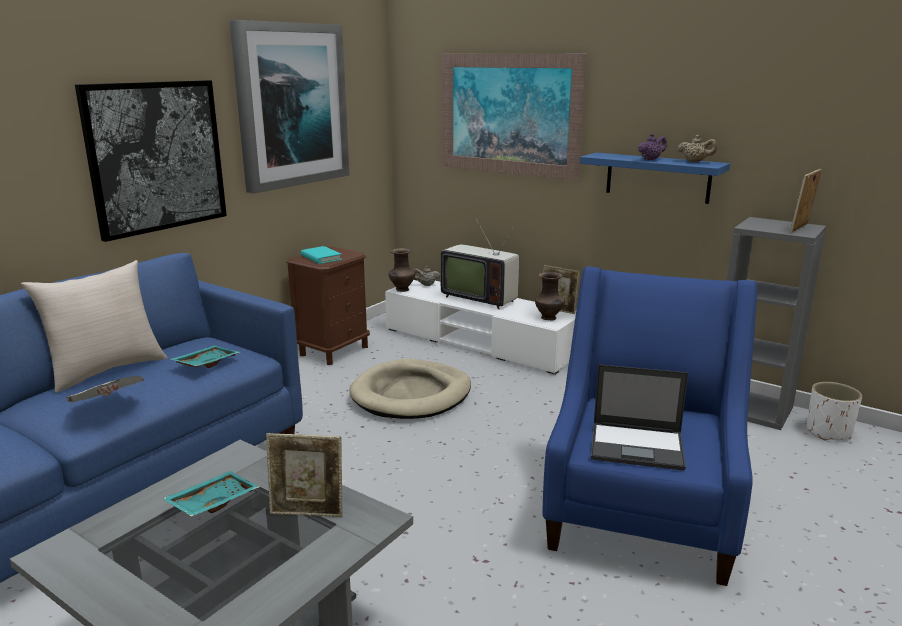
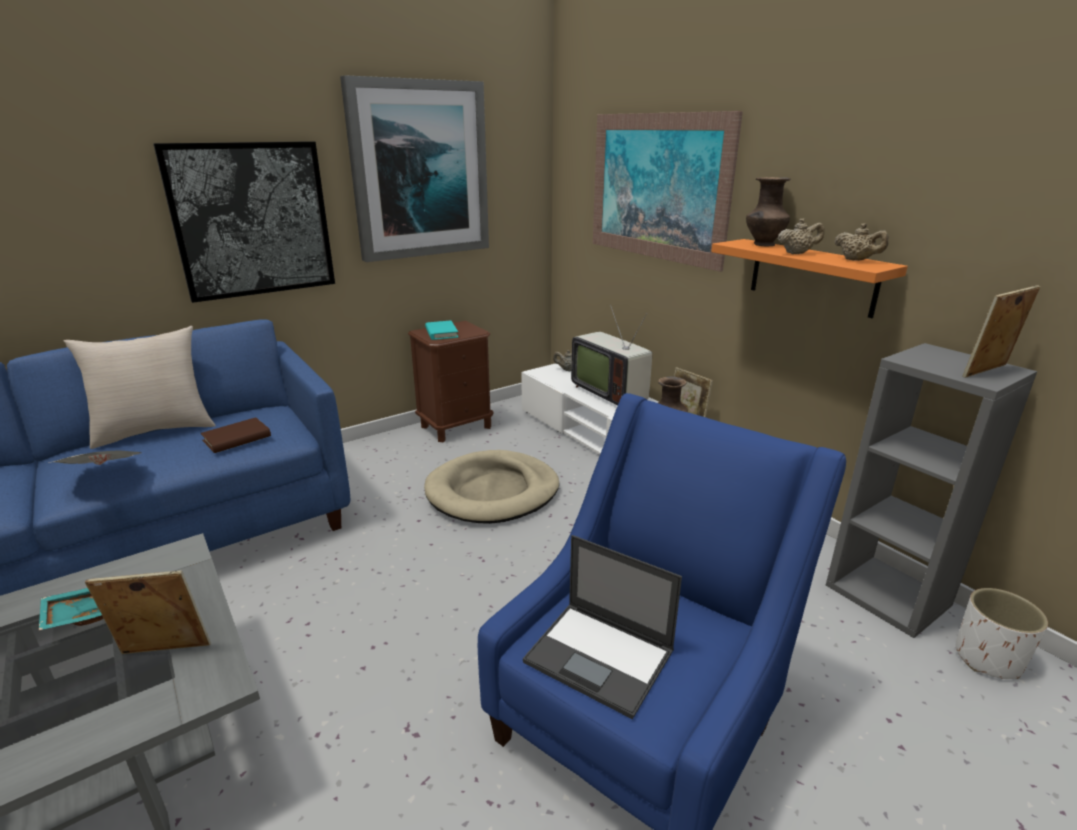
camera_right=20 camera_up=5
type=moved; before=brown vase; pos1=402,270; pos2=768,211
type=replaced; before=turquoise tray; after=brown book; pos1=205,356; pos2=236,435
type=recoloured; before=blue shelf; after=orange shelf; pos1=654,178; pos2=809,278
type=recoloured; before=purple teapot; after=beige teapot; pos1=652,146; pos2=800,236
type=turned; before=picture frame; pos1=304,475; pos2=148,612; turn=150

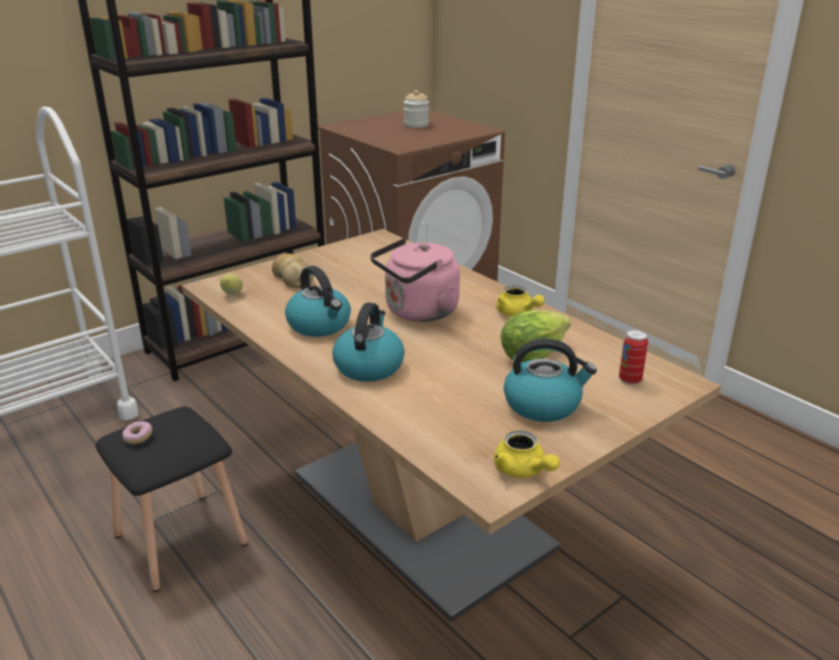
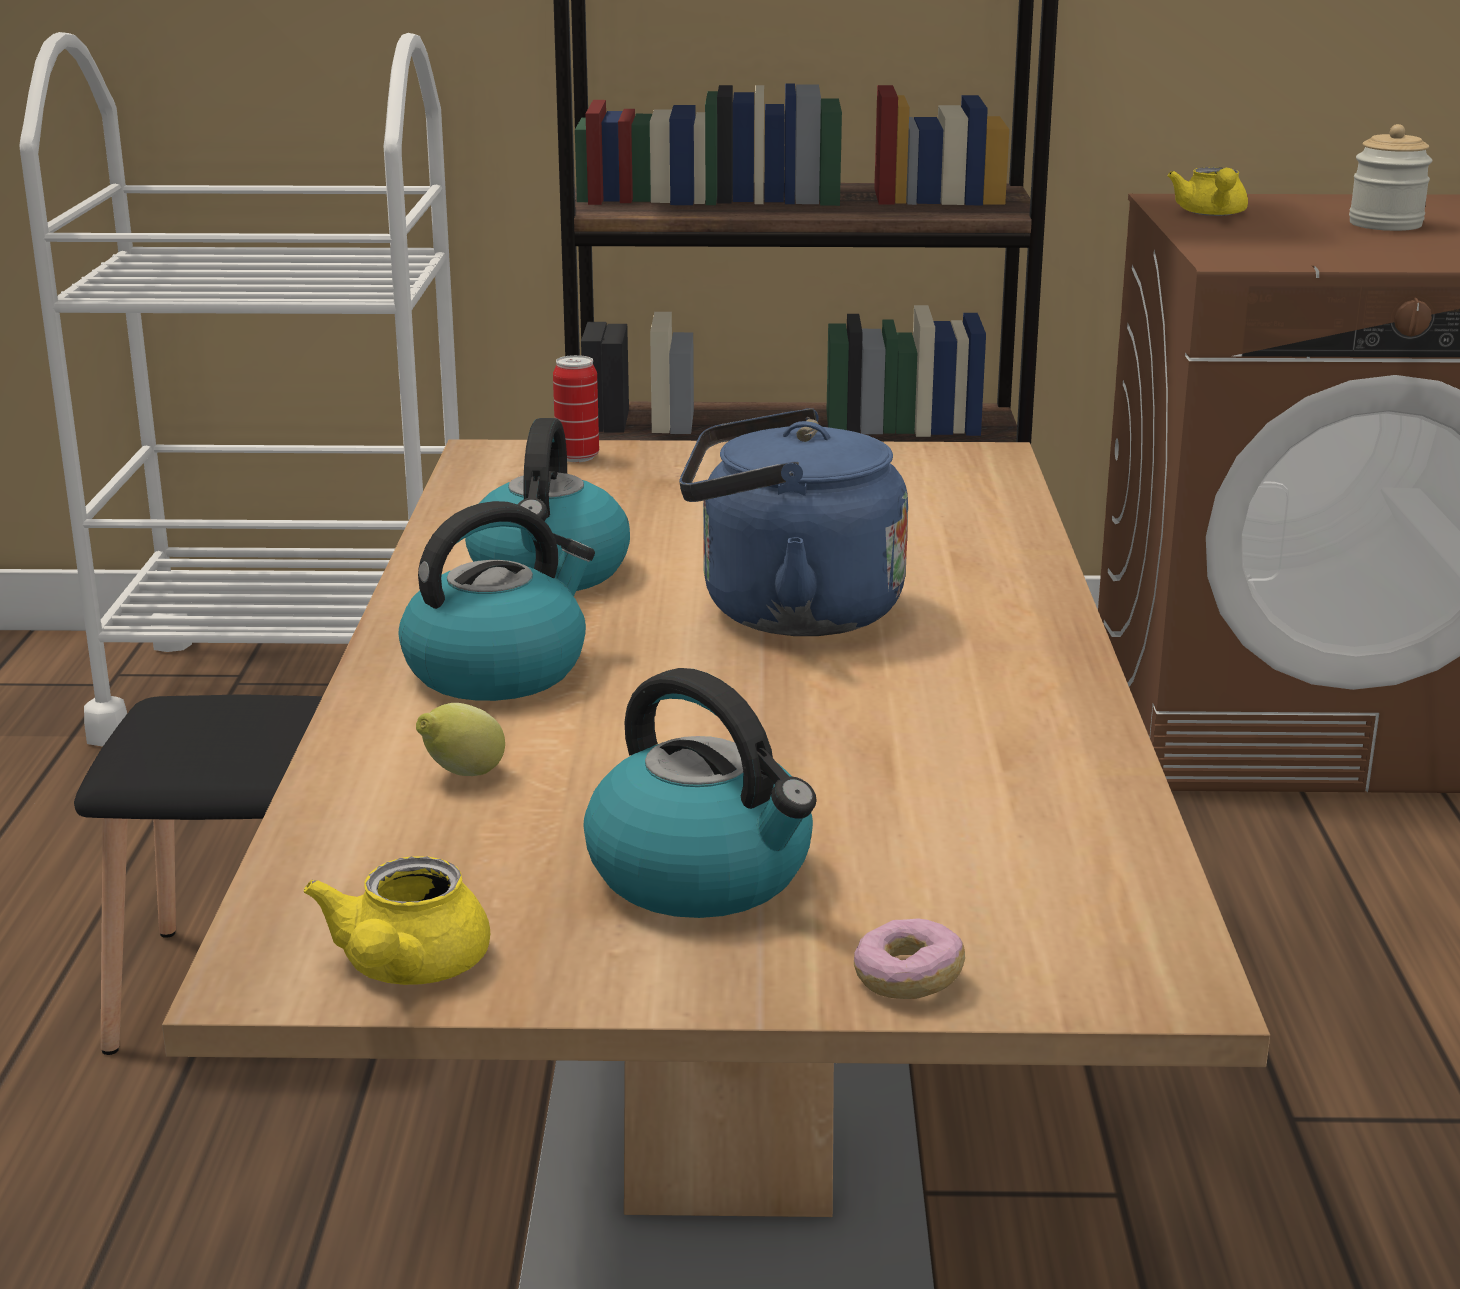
camera_right=40 camera_up=-5
type=removed; before=bread; pos1=293,271
type=removed; before=lettuce; pos1=535,336
type=moved; before=donut; pos1=137,432; pos2=909,958
type=moved; before=lemon; pos1=231,284; pos2=460,739
type=moved; before=yellow teapot; pos1=520,300; pos2=1207,191
type=moved; before=can; pos1=633,357; pos2=576,408
type=recoloured; before=pink kettle; after=blue kettle; pos1=415,280; pos2=793,522

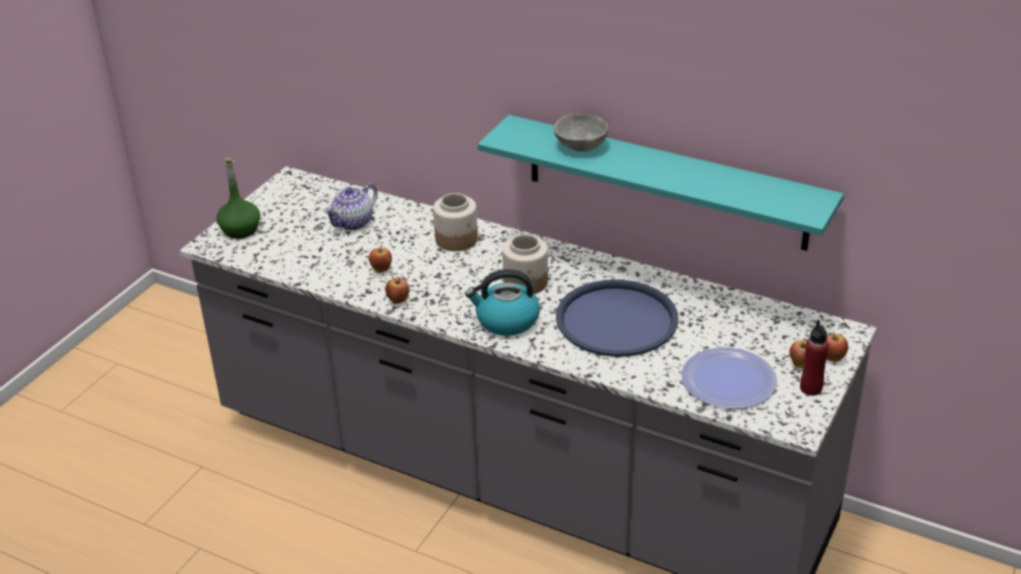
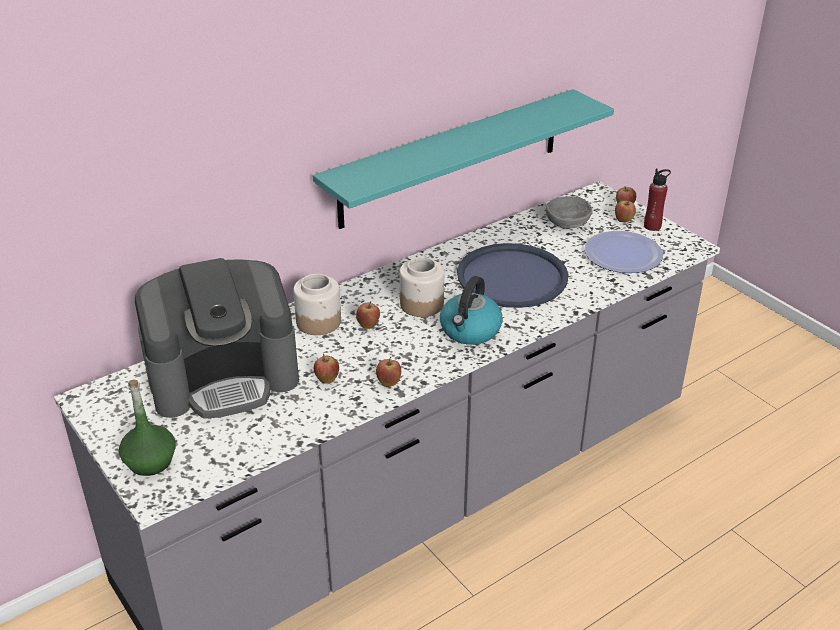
camera_right=-65 camera_up=0
type=added; after=apple; pos2=368,315
type=moved; before=grey bowl; pos1=581,133; pos2=569,212
type=replaced; before=teapot; after=coffee machine; pos1=350,206; pos2=217,338

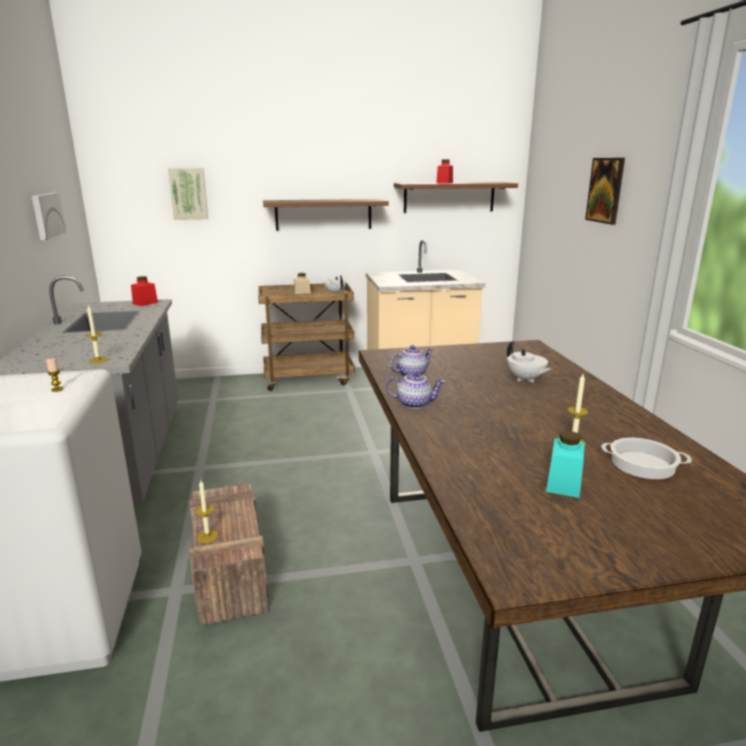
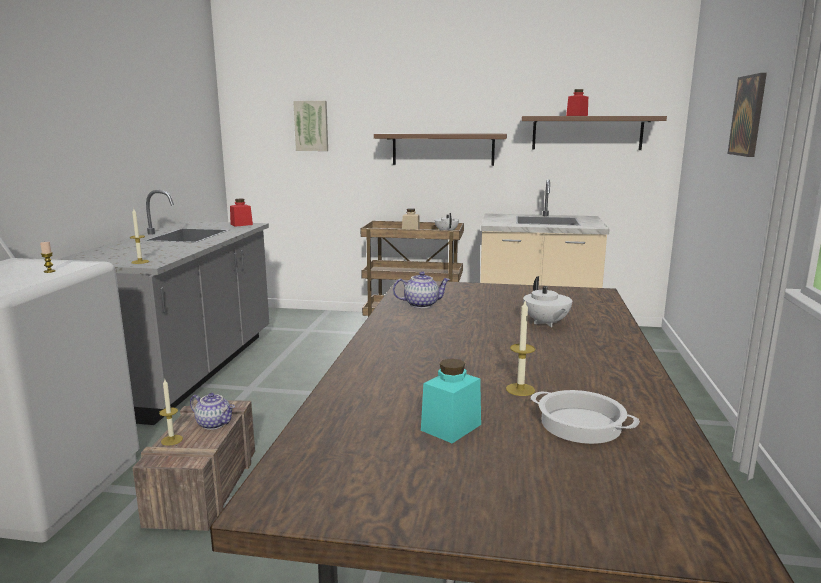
camera_right=20 camera_up=-5
type=removed; before=picture; pos1=49,216
type=moved; before=teapot; pos1=415,390; pos2=212,411

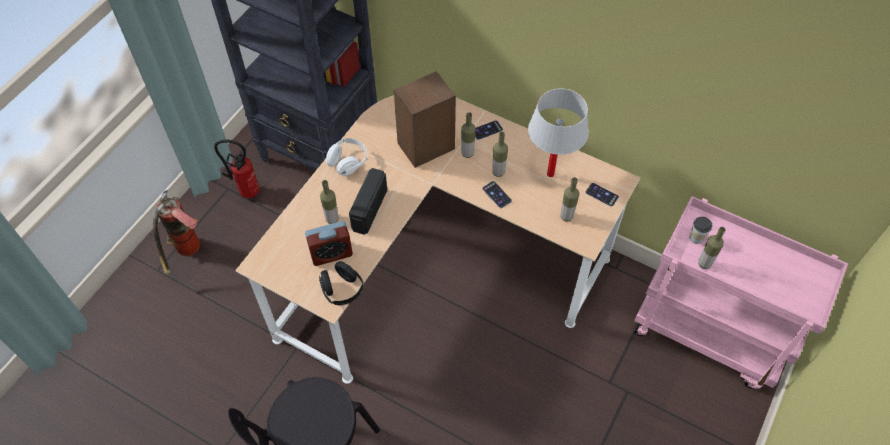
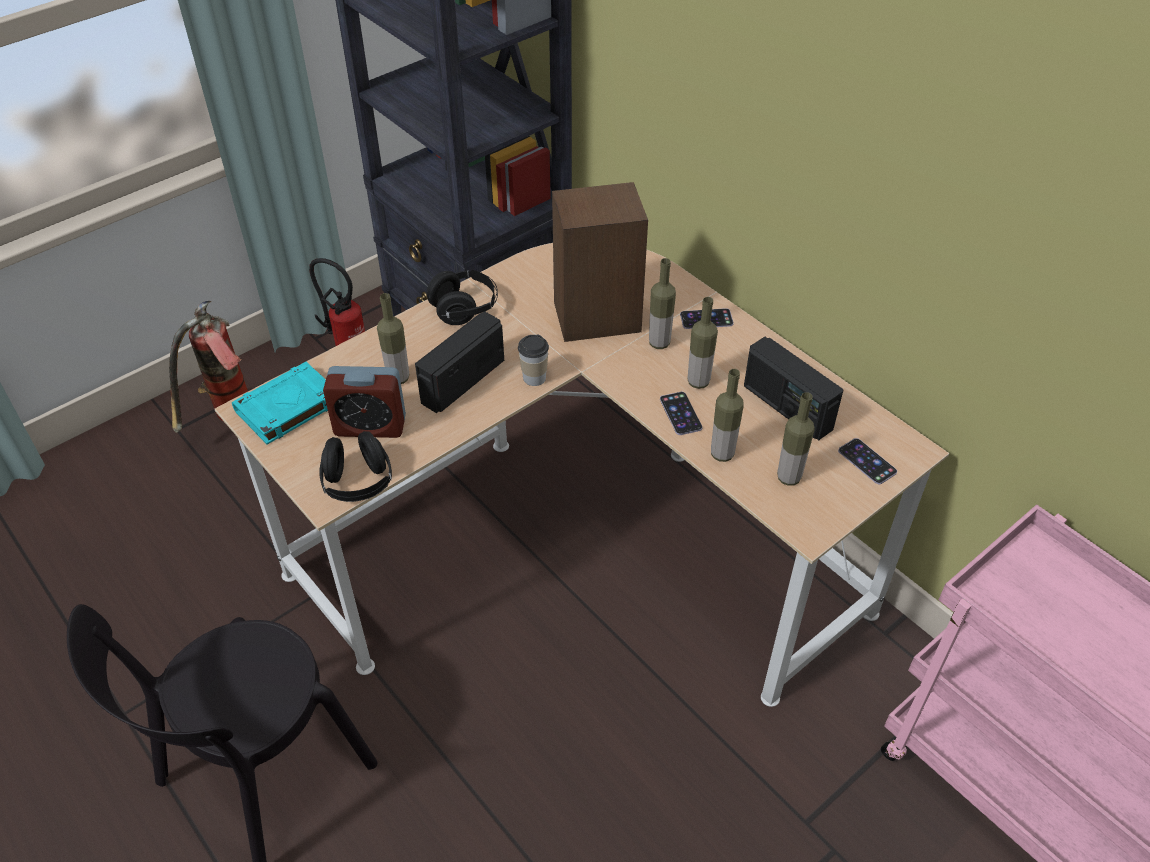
camera_right=20 camera_up=-10
type=added; after=turquoise book; pos2=280,403
type=moved; before=cup; pos1=701,230; pos2=533,360
type=moved; before=bottle; pos1=712,248; pos2=727,415
type=replaced; before=white table lamp; after=radio; pos1=558,132; pos2=794,388
type=recoloured; before=white headphones; after=black headphones; pos1=347,157; pos2=462,297

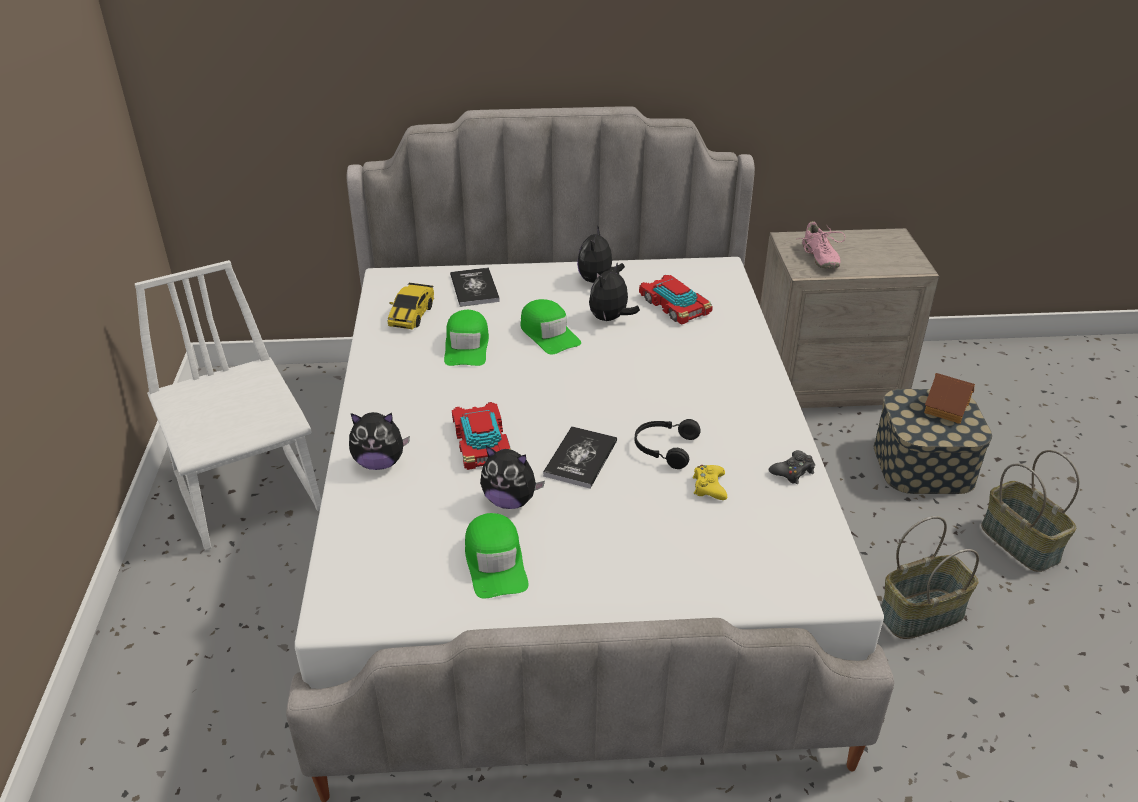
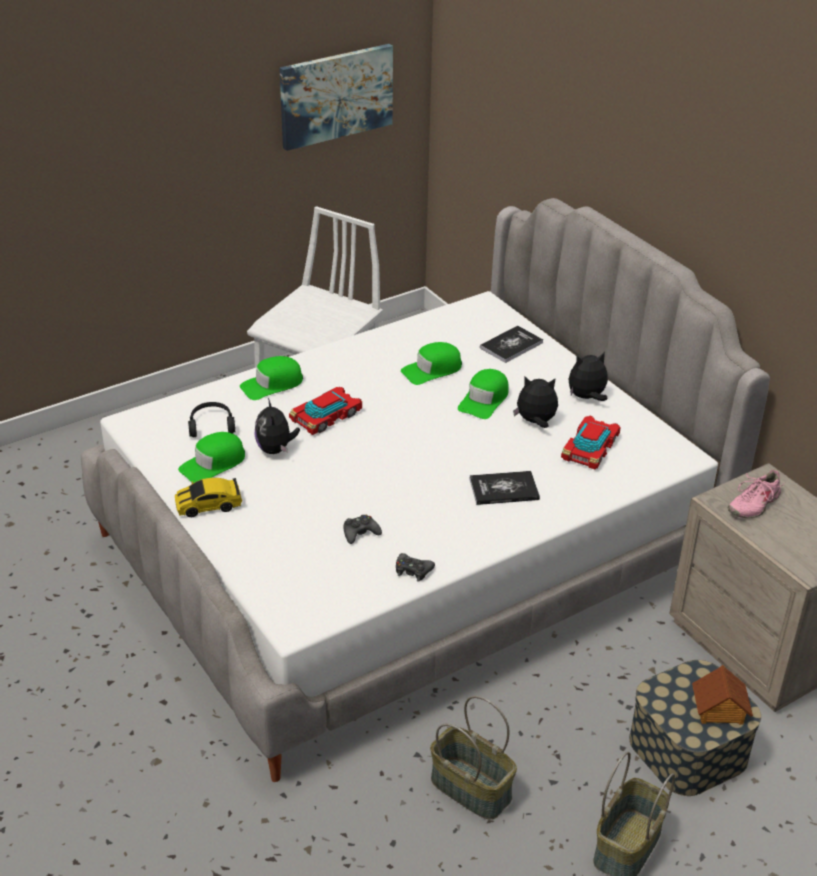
camera_right=60 camera_up=0
type=added; after=picture; pos2=336,97
type=moved; before=toy car; pos1=410,306; pos2=208,497
type=moved; before=book; pos1=580,457; pos2=504,488
type=moved; before=black headphones; pos1=668,444; pos2=211,419
type=replaced; before=plush toy; after=green cap; pos1=379,441; pos2=271,378
type=recoloured; before=yellow game controller; after=black game controller; pos1=710,482; pos2=363,529

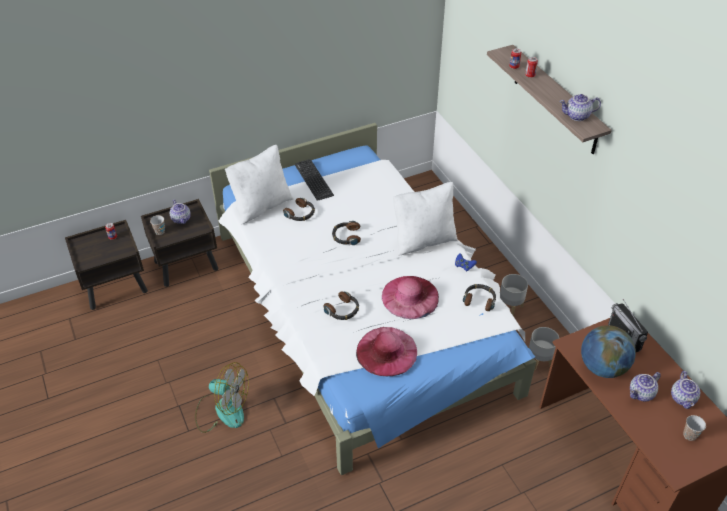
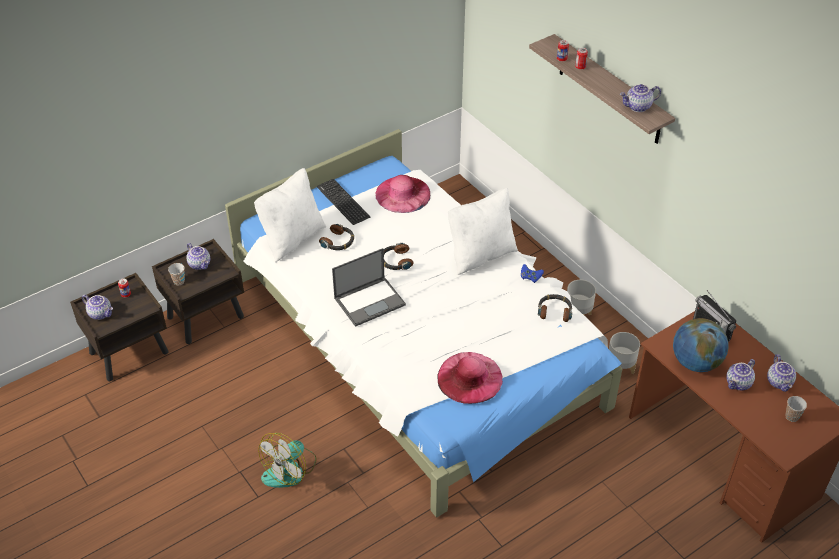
camera_right=-10 camera_up=0
type=removed; before=headphones; pos1=341,306
type=added; after=teapot; pos2=97,307
type=added; after=laptop; pos2=369,287
type=moved; before=pink hat; pos1=410,297; pos2=402,194
type=turned; before=fan; pos1=222,397; pos2=287,460; turn=120

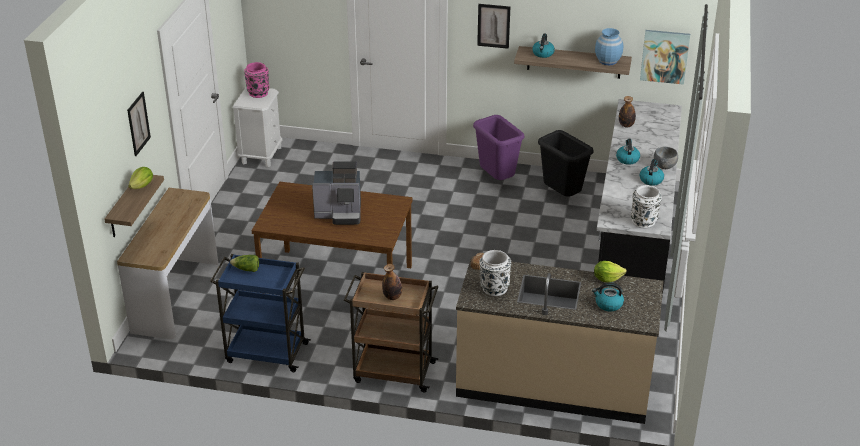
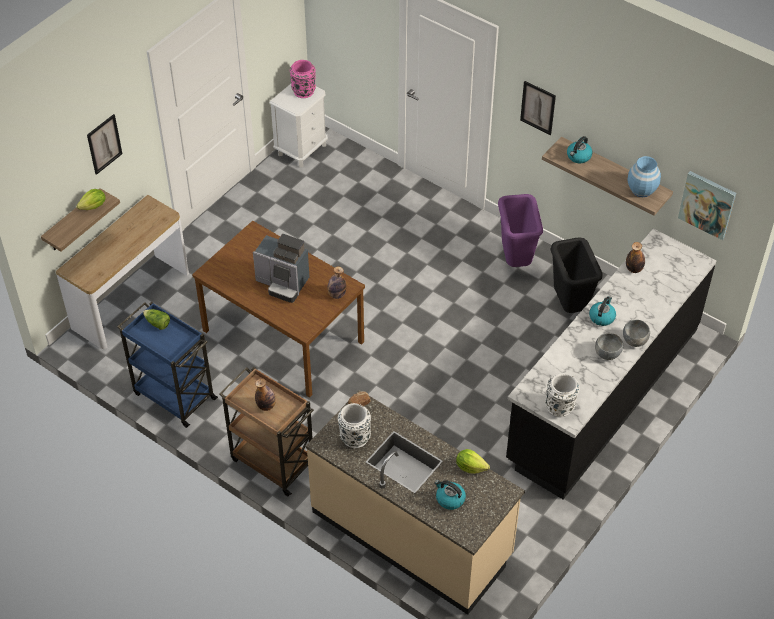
camera_right=25 camera_up=15
type=added; after=bottle; pos2=336,282
type=replaced; before=kettle; after=grey bowl; pos1=651,172; pos2=609,346

